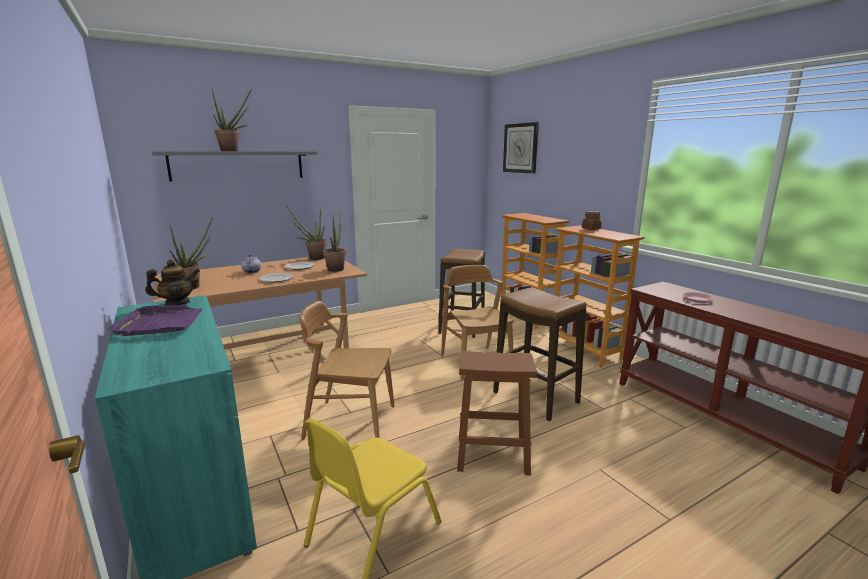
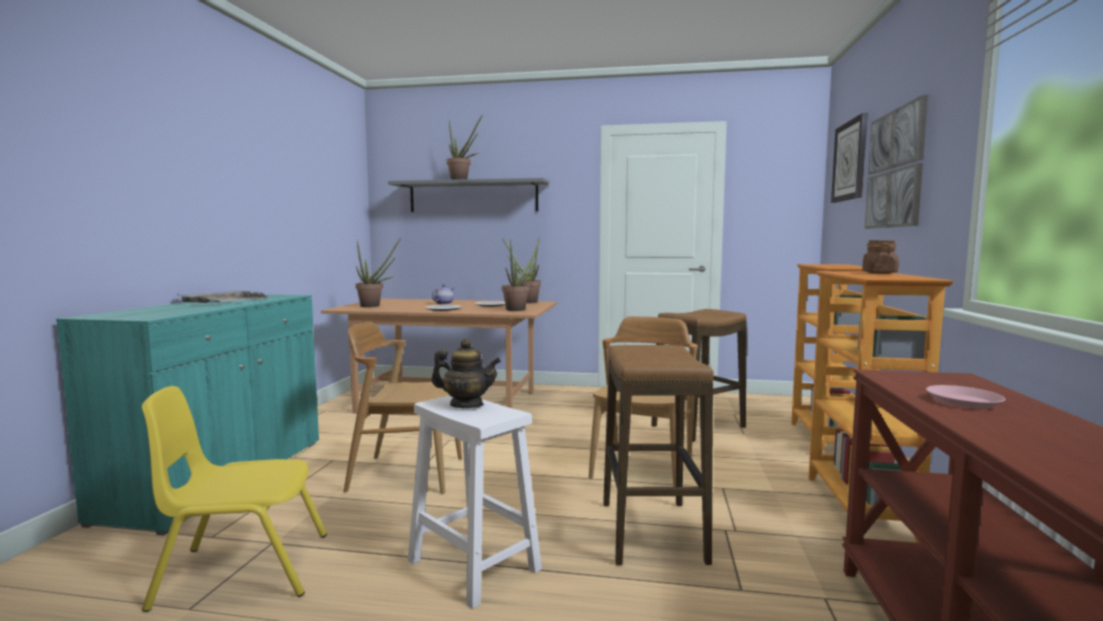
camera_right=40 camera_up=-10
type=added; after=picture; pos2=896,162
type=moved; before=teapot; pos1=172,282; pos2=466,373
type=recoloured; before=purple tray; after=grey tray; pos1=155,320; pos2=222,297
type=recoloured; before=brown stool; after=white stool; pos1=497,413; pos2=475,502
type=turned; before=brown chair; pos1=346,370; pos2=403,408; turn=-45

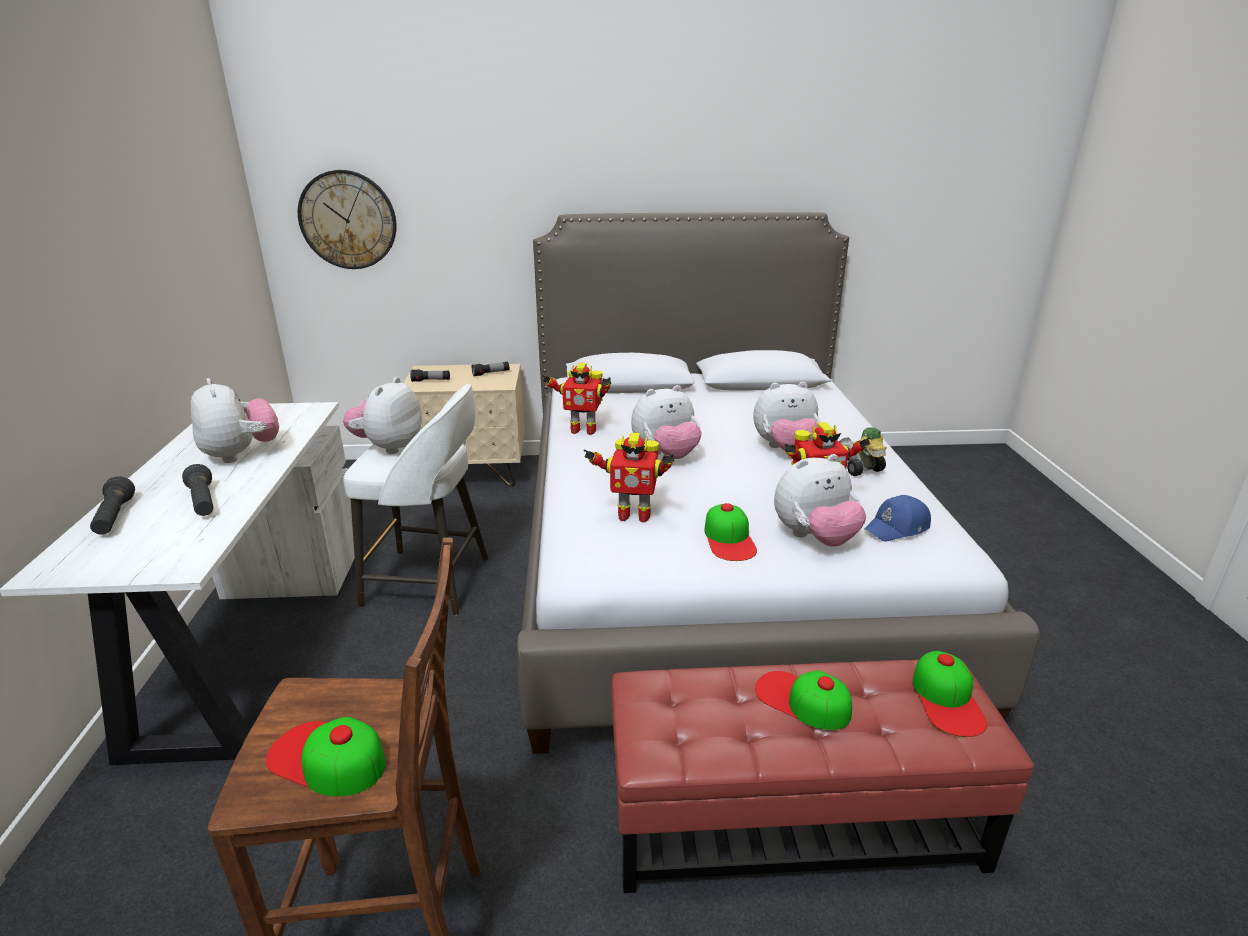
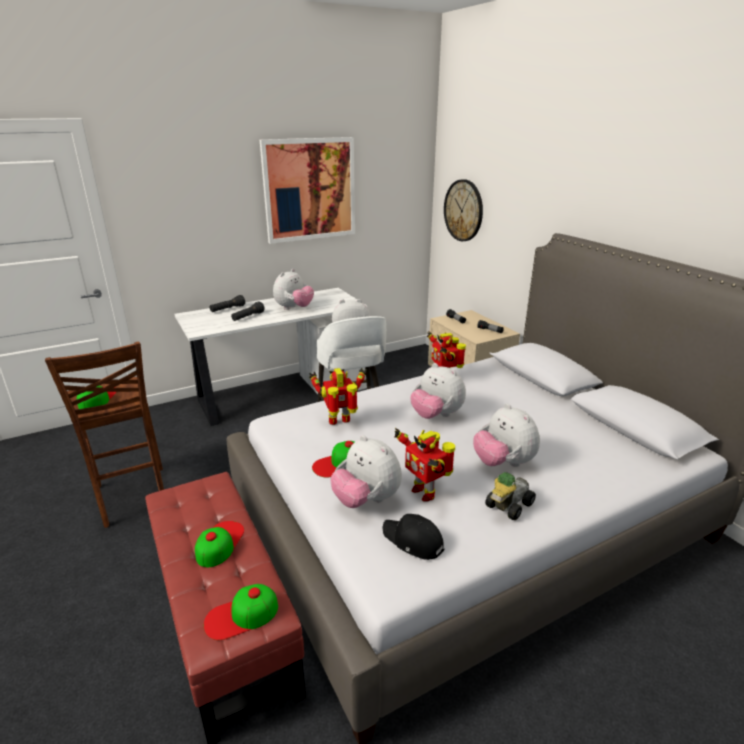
camera_right=65 camera_up=0
type=added; after=picture; pos2=307,190
type=recoloured; before=blue cap; after=black cap; pos1=897,518; pos2=413,537
type=turned; before=toy robot; pos1=629,478; pos2=338,396; turn=90

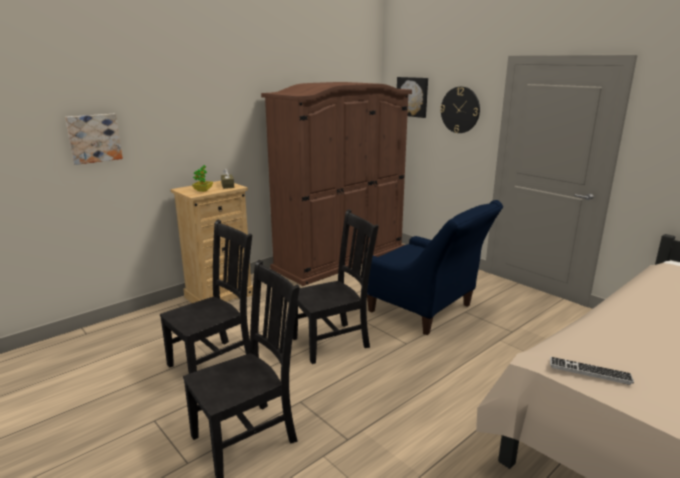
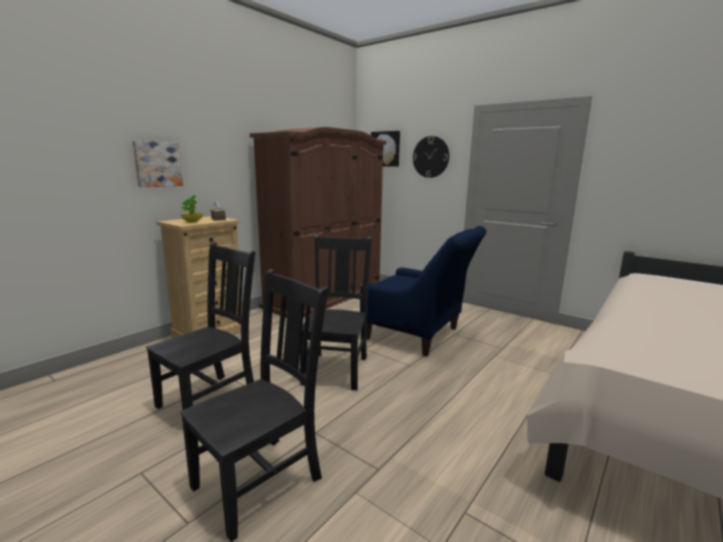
camera_right=-10 camera_up=-5
type=removed; before=keyboard; pos1=592,371
type=moved; before=picture; pos1=94,139; pos2=158,164
type=turned; before=black chair; pos1=335,286; pos2=336,312; turn=-45

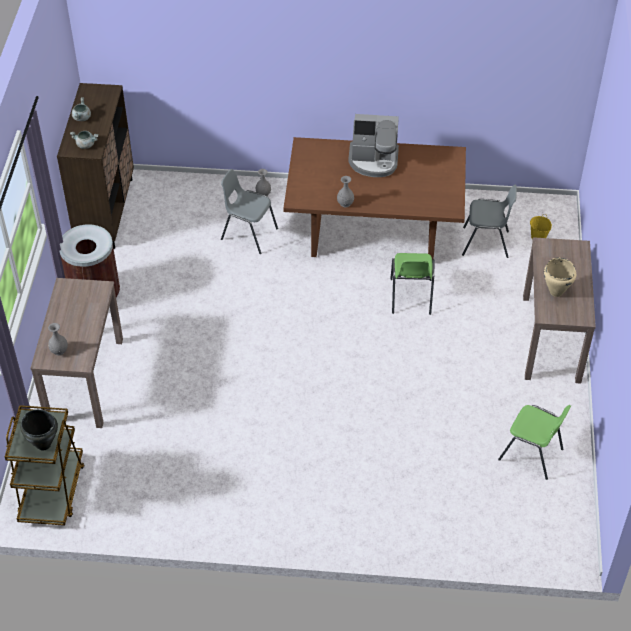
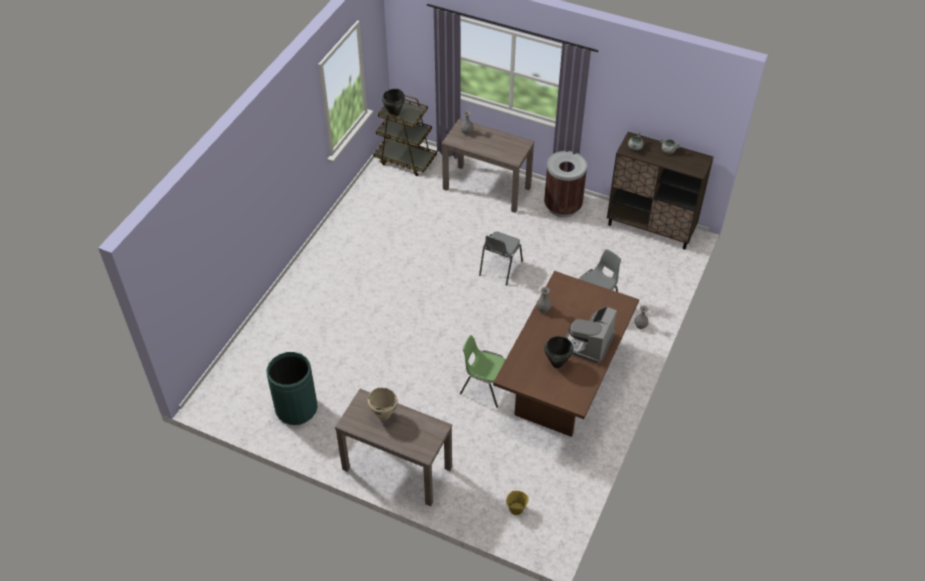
camera_right=110 camera_up=0
type=added; after=black cooking pot; pos2=558,352
type=moved; before=grey chair; pos1=489,221; pos2=501,258
type=replaced; before=green chair; after=green trash can; pos1=534,442; pos2=292,388

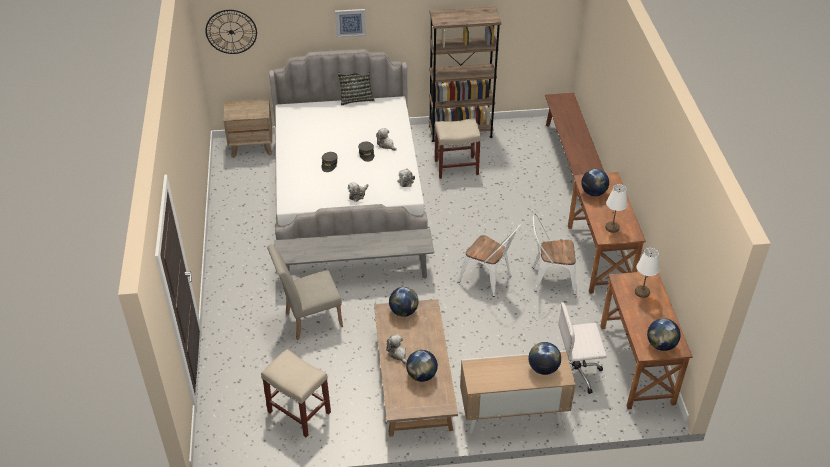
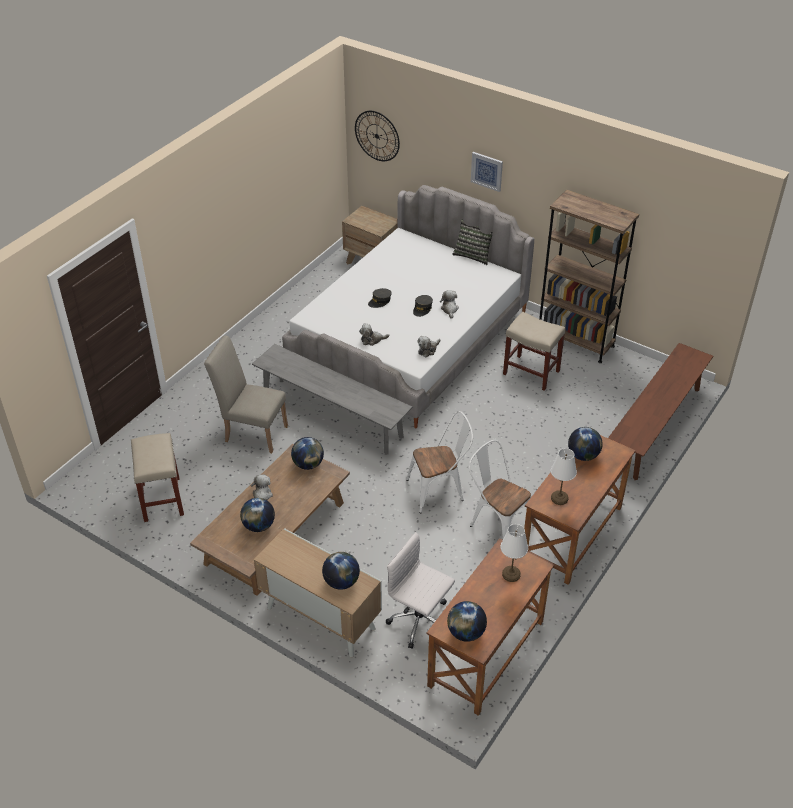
camera_right=40 camera_up=0
type=turned; before=white chair; pos1=489,260; pos2=439,462; turn=-90

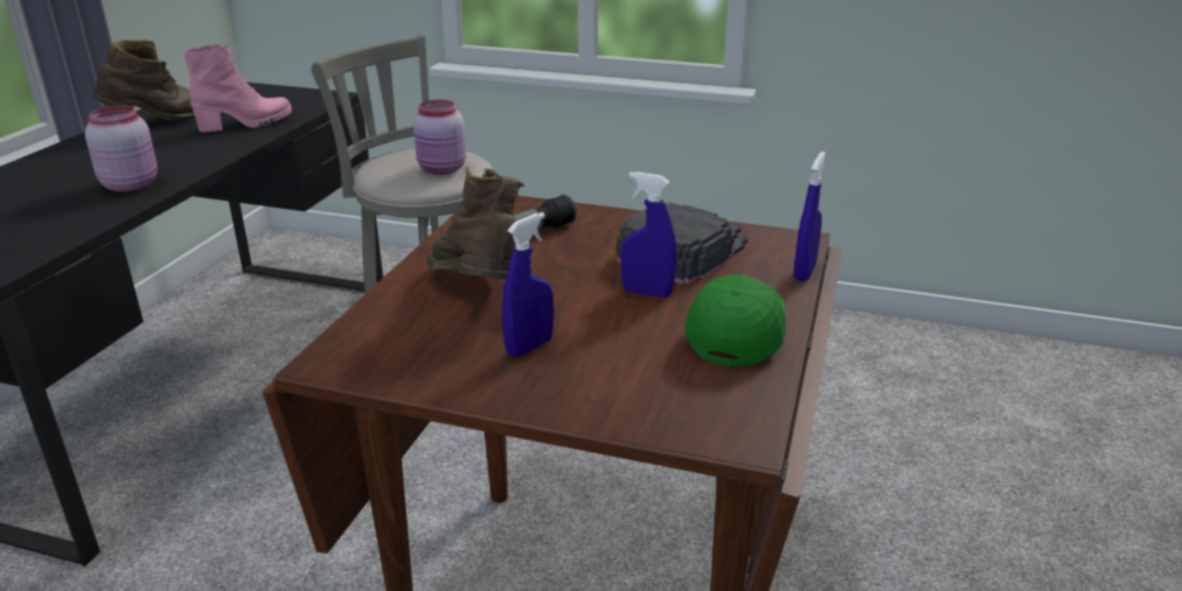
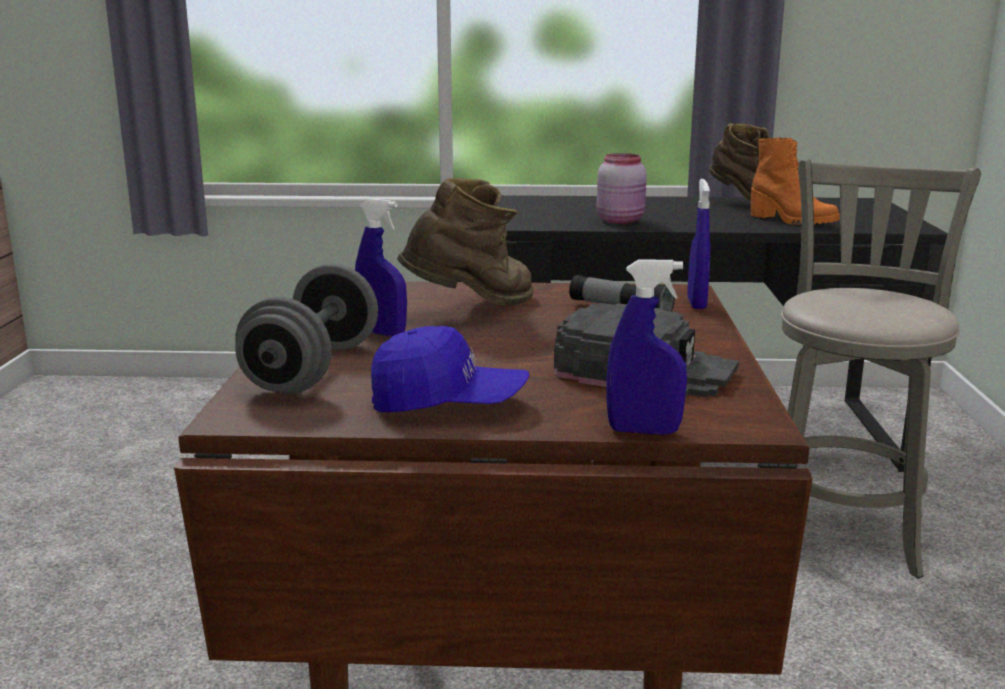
camera_right=75 camera_up=-10
type=removed; before=pink jar; pos1=439,137
type=added; after=grey dumbbell; pos2=306,329
type=moved; before=blue spray bottle; pos1=649,235; pos2=698,244
type=recoloured; before=pink boot; after=orange boot; pos1=237,88; pos2=795,181
type=recoloured; before=green cap; after=blue cap; pos1=735,321; pos2=450,369

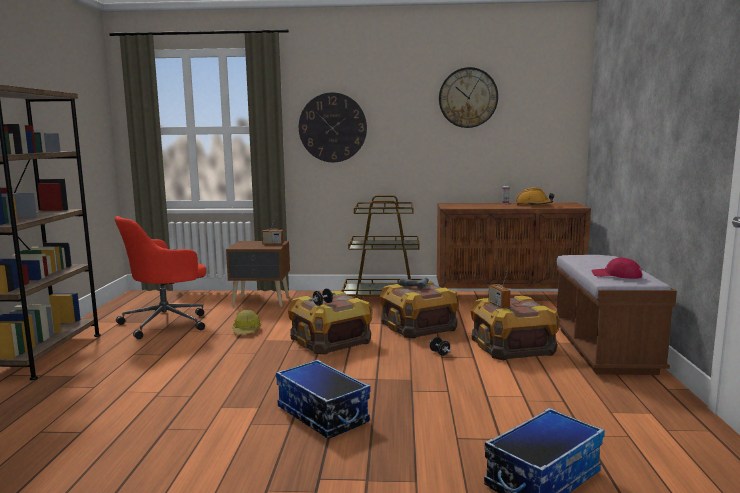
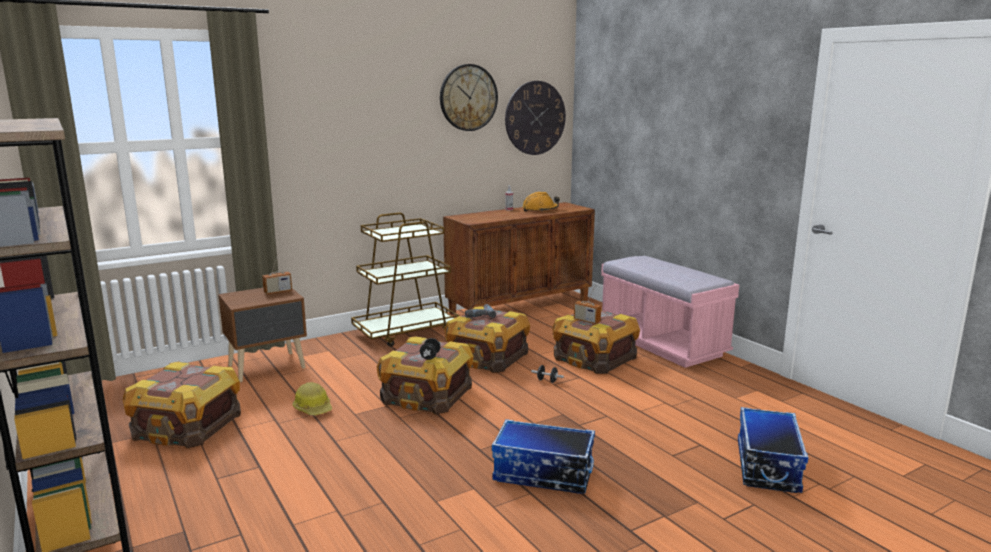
camera_right=-35 camera_up=5
type=removed; before=red cap; pos1=617,268
type=moved; before=wall clock; pos1=333,127; pos2=535,118
type=replaced; before=red office chair; after=crate; pos1=160,277; pos2=181,404
type=recoloured; before=brown bench; after=pink bench; pos1=616,315; pos2=670,312

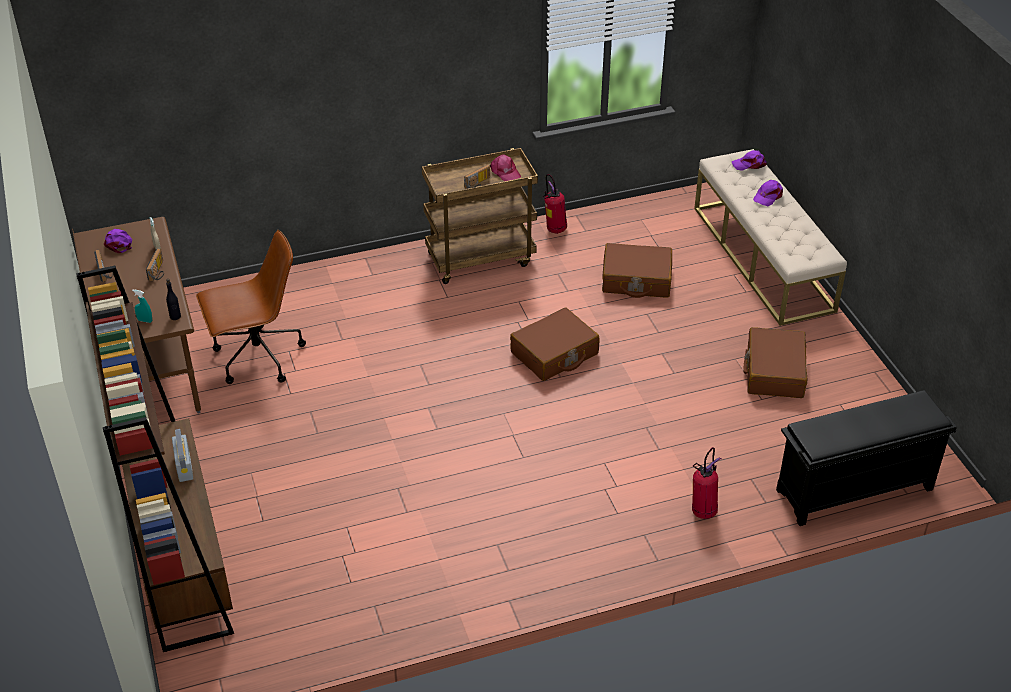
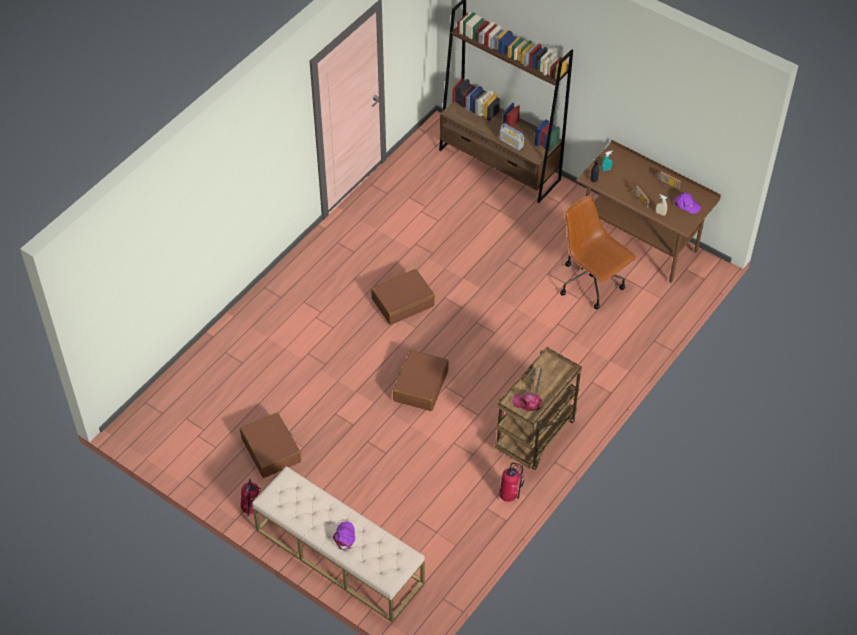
camera_right=145 camera_up=10
type=removed; before=purple cap; pos1=749,160
type=removed; before=black shoe rack; pos1=866,458
type=moved; before=brown suitcase; pos1=637,270; pos2=403,297
type=moved; before=fire extinguisher; pos1=706,483; pos2=251,497
type=turned; before=brown office chair; pos1=251,307; pos2=598,252; turn=105

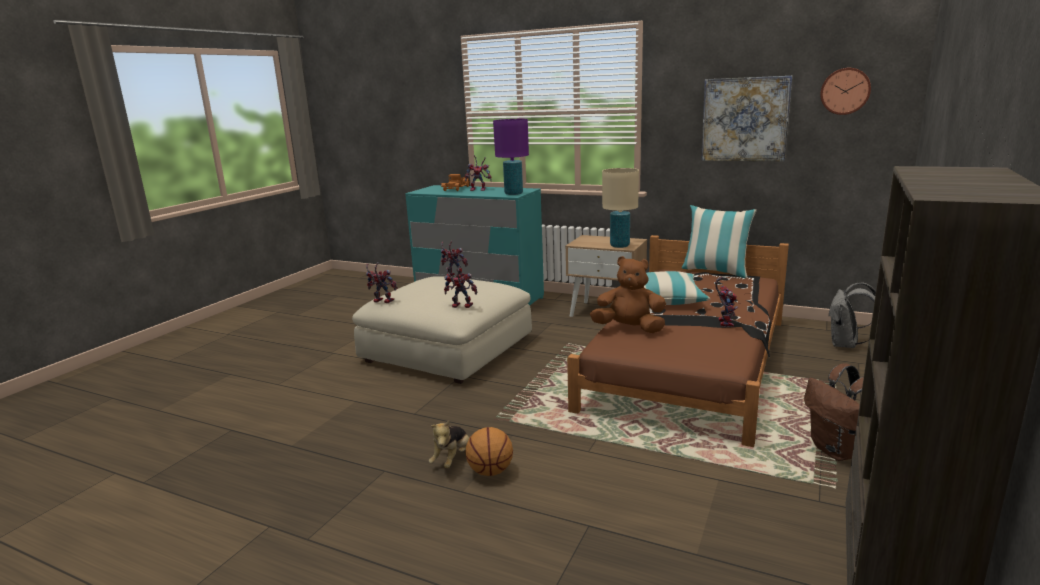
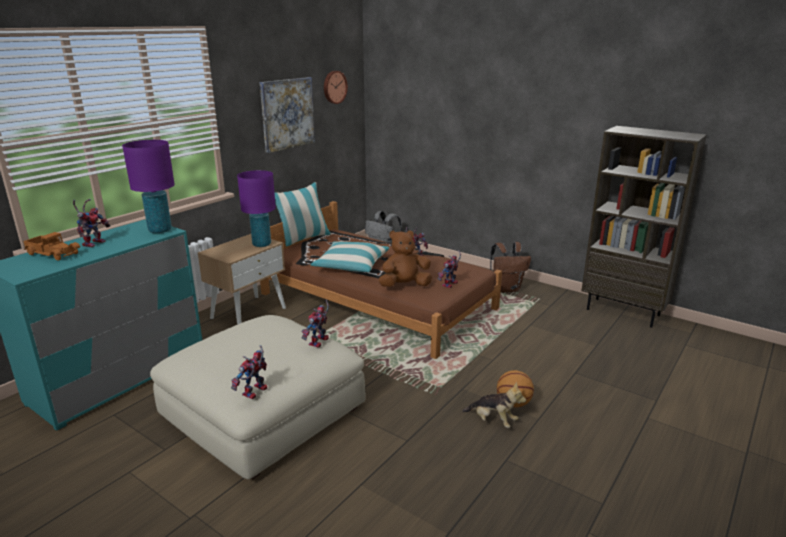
camera_right=-80 camera_up=5
type=moved; before=toy robot; pos1=454,259; pos2=449,269
type=recoloured; before=beige table lamp; after=purple table lamp; pos1=620,208; pos2=256,208
type=turned; before=brown plush toy; pos1=628,294; pos2=405,258; turn=45

